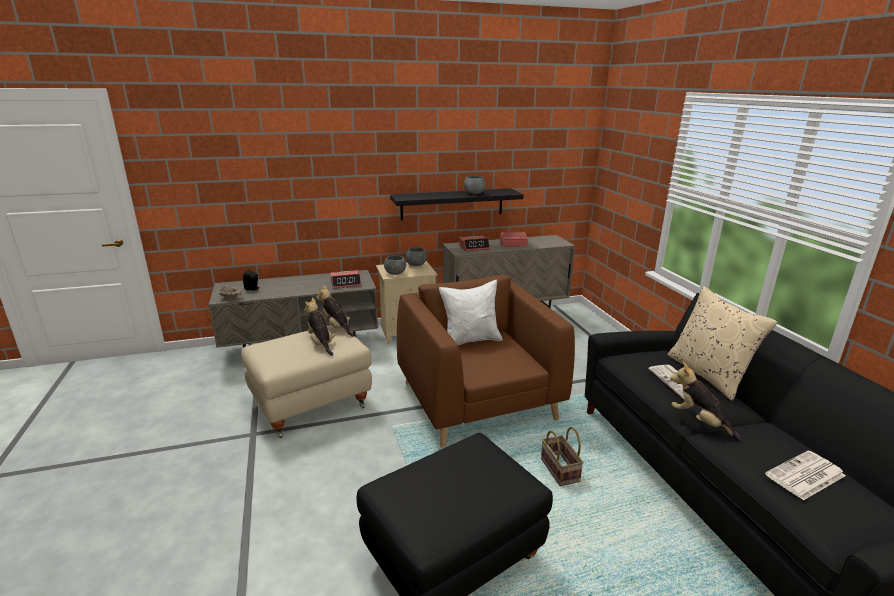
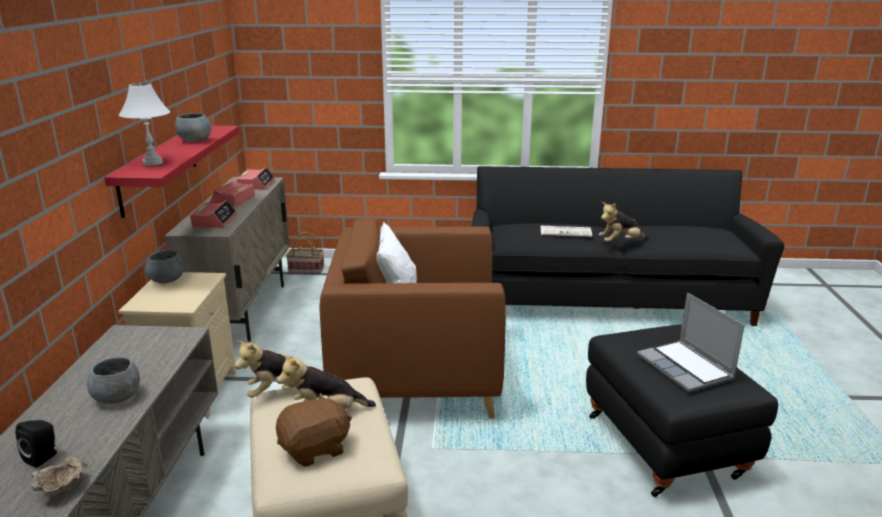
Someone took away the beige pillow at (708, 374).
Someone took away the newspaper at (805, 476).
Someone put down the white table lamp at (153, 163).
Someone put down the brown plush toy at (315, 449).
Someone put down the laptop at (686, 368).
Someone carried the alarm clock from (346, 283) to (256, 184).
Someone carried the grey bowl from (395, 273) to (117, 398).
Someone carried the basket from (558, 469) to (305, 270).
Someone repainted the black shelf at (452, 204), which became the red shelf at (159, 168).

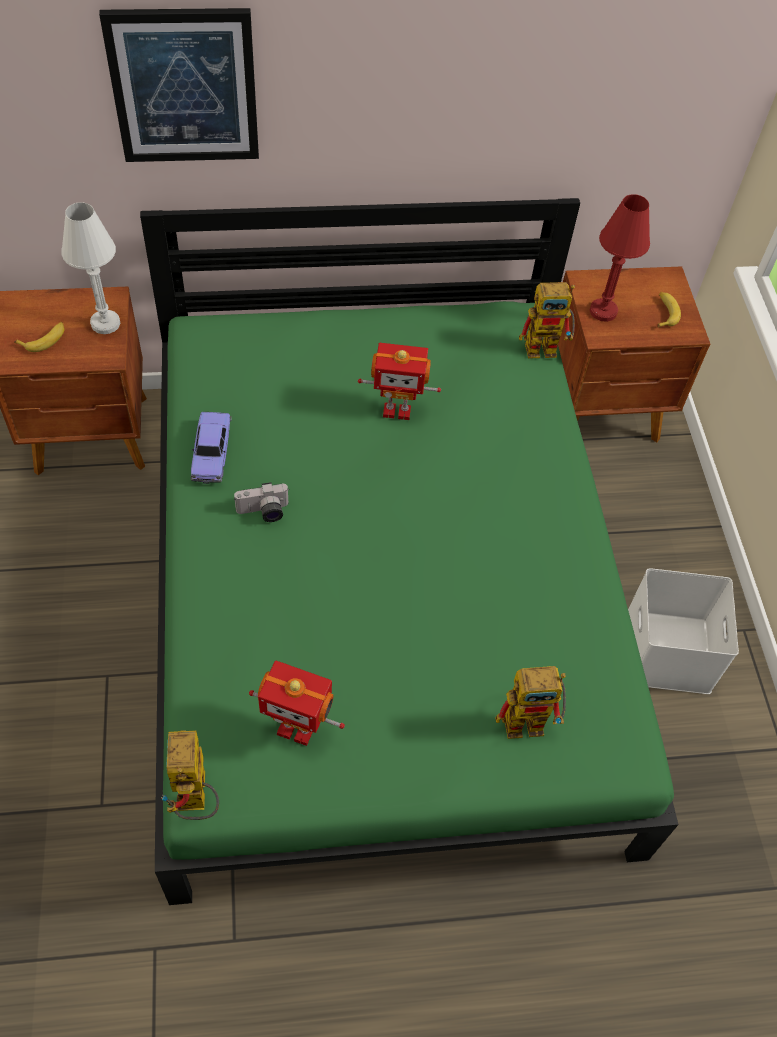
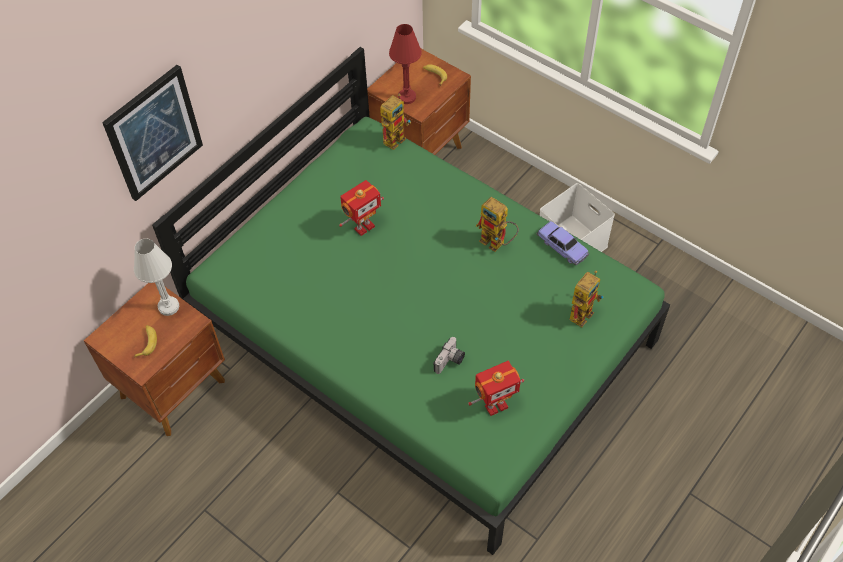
Someone carried the toy robot from (196, 801) to (497, 243).
Someone carried the toy car from (211, 453) to (562, 247).
Someone carried the photo camera from (263, 512) to (450, 362).

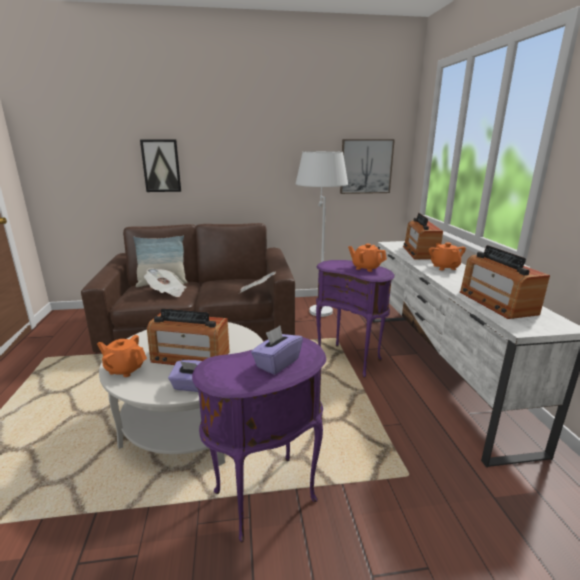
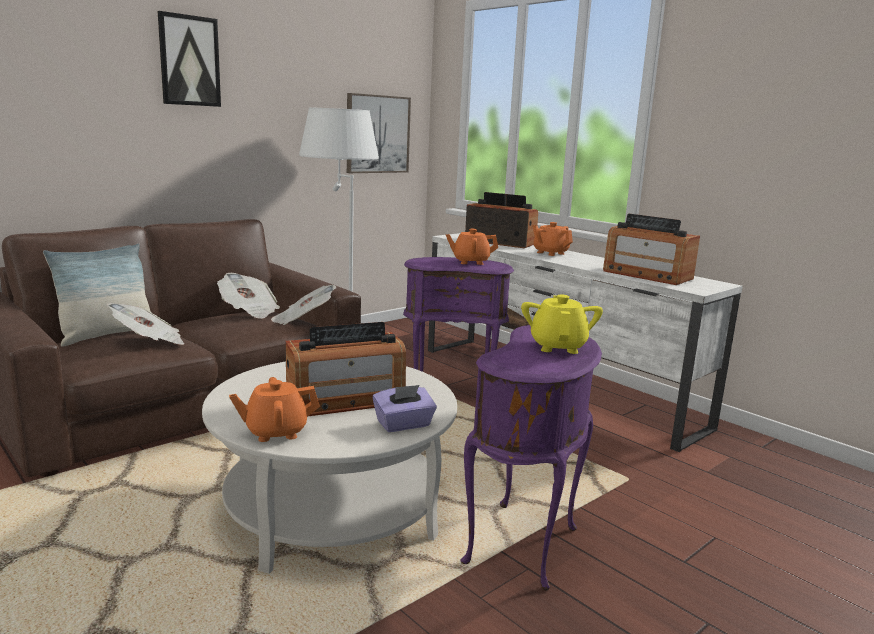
Someone put down the newspaper at (249, 311).
Someone carried the picture from (161, 166) to (189, 61).
Someone swapped the purple tissue box at (277, 363) for the yellow teapot at (558, 346).
Someone rotated the radio at (420, 252) by 150 degrees clockwise.

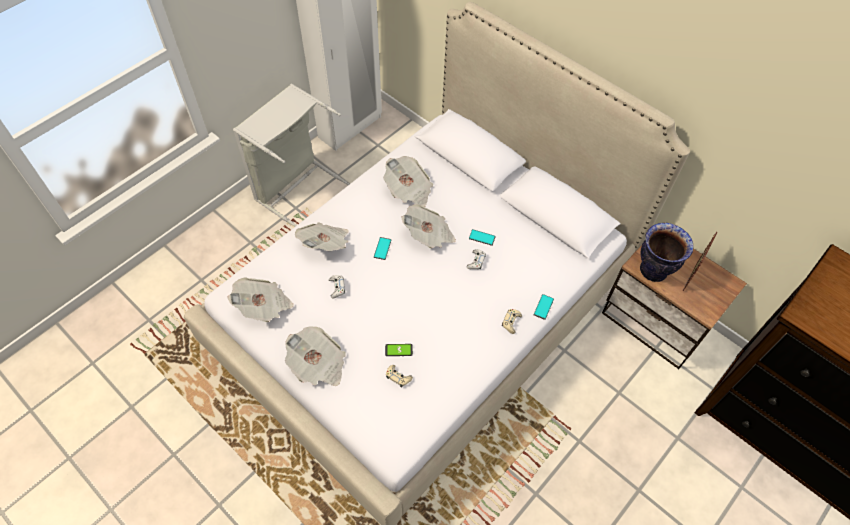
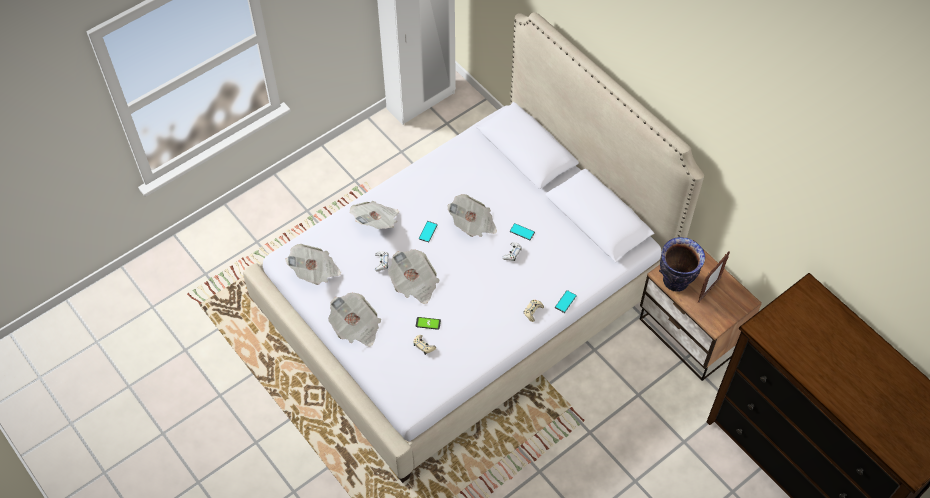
Someone took away the grey laundry basket at (295, 187).
Someone carried the newspaper from (409, 190) to (414, 284).

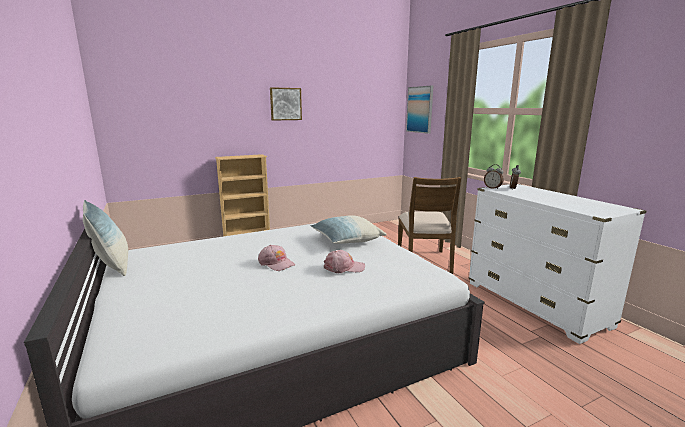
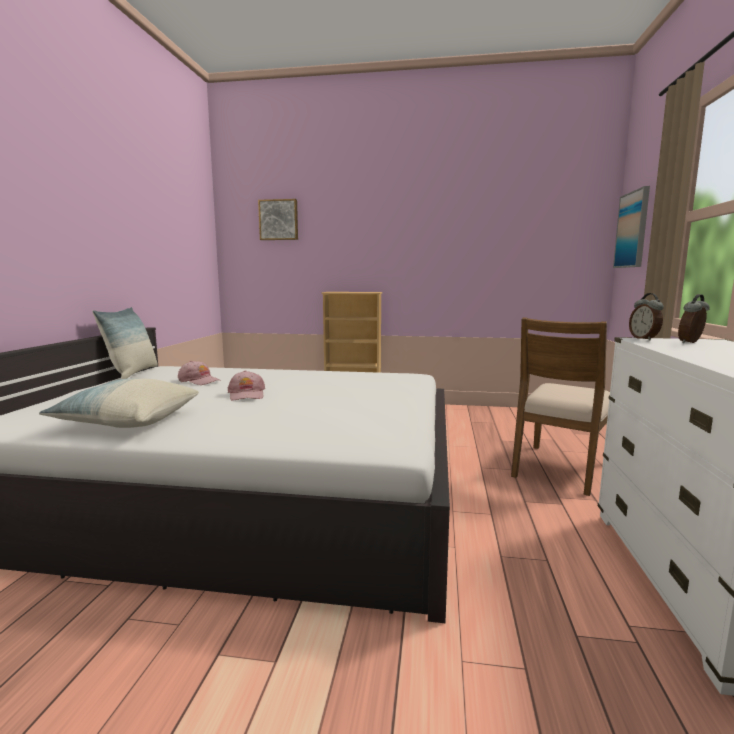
Someone carried the picture from (285, 104) to (279, 220).
Someone carried the pillow from (346, 240) to (127, 422).
Someone carried the pink cap from (344, 267) to (199, 381).

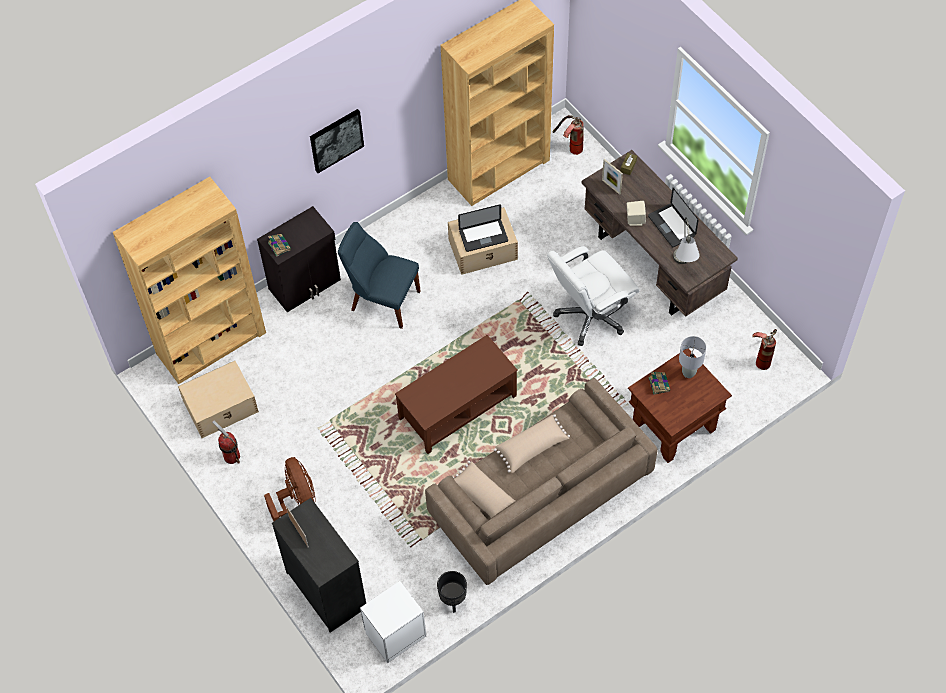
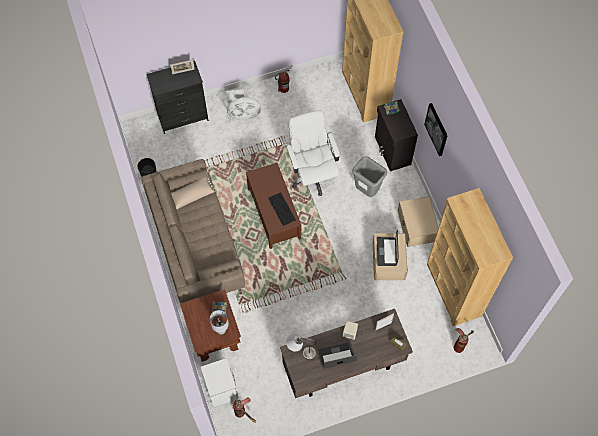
Someone took away the beige pillow at (532, 448).
Someone put down the keyboard at (281, 208).
Someone carried the beige storage box from (221, 407) to (416, 226).
Someone carried the white nightstand from (394, 634) to (221, 388).
Someone carried the white office chair from (590, 316) to (312, 174).
Someone swapped the blue chair at (382, 300) for the grey trash can at (367, 191).
Someone repainted the brown fan at (296, 501), which became the white fan at (243, 114).

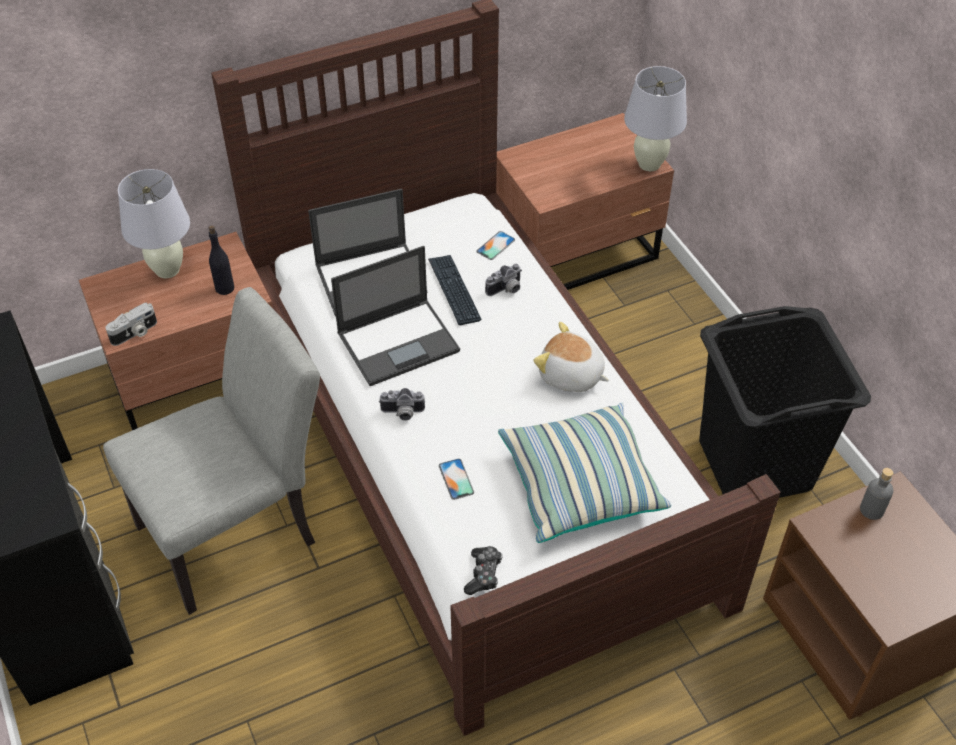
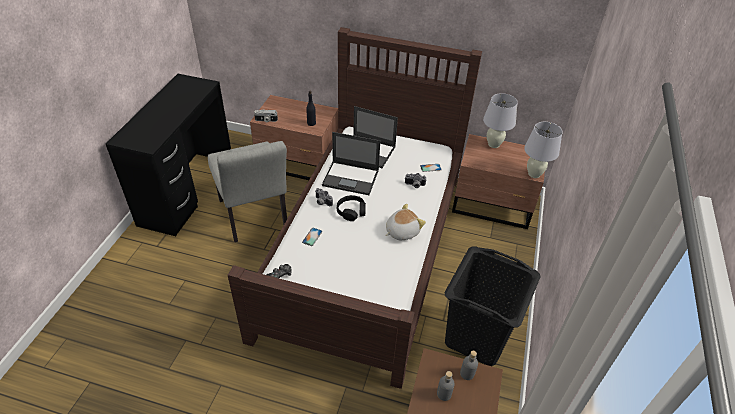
Someone took away the keyboard at (454, 290).
Someone took away the pillow at (579, 484).
Someone put down the black headphones at (351, 211).
Someone put down the grey bottle at (444, 394).
Someone carried the white table lamp from (168, 270) to (494, 144).
Someone rotated the grey chair at (239, 528) by 60 degrees clockwise.
Someone rotated the plush toy at (571, 376) by 75 degrees clockwise.

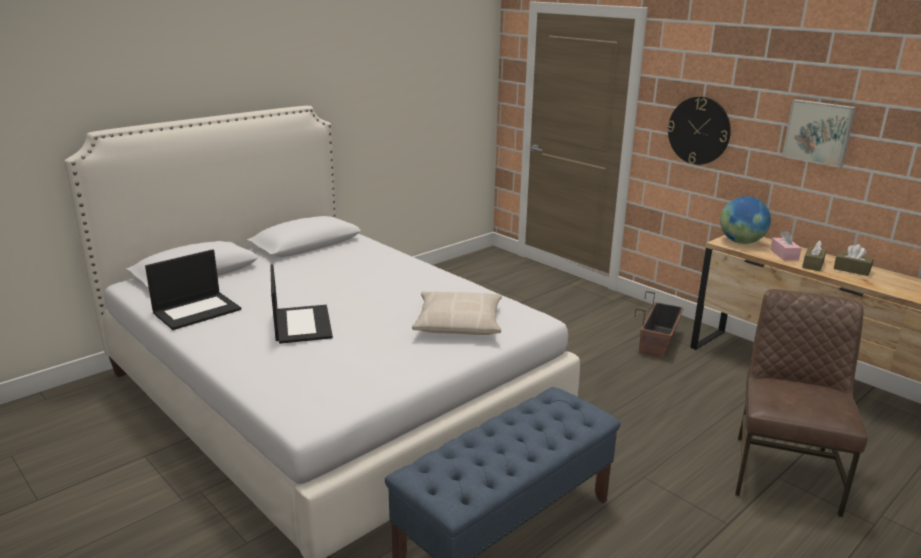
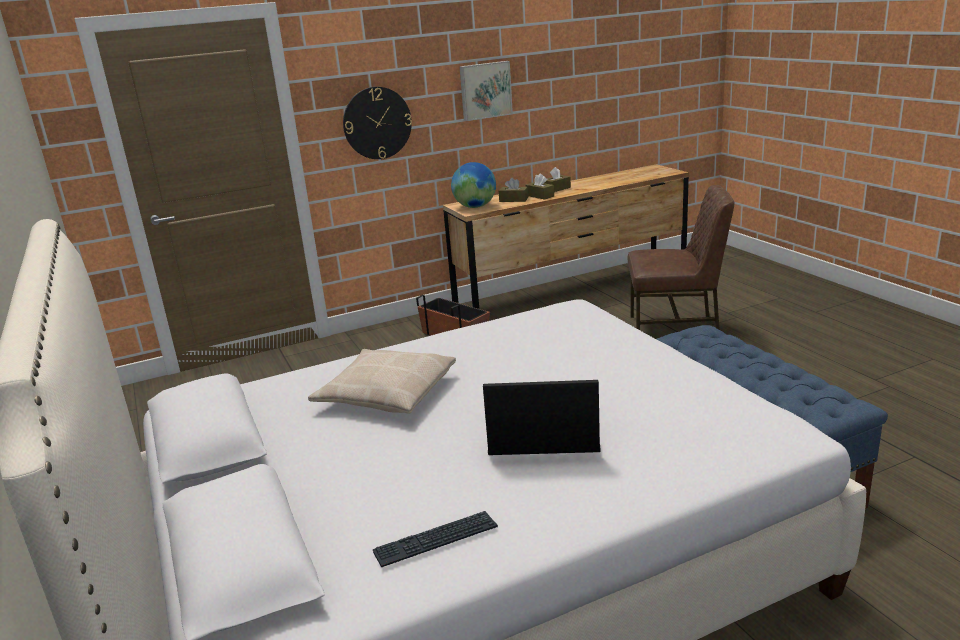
Someone carried the beige pillow from (459, 323) to (386, 393).
Someone swapped the laptop at (197, 310) for the keyboard at (436, 540).
Someone repainted the pink tissue box at (784, 255), which became the brown tissue box at (513, 200).
Someone rotated the brown chair at (784, 472) by 150 degrees clockwise.

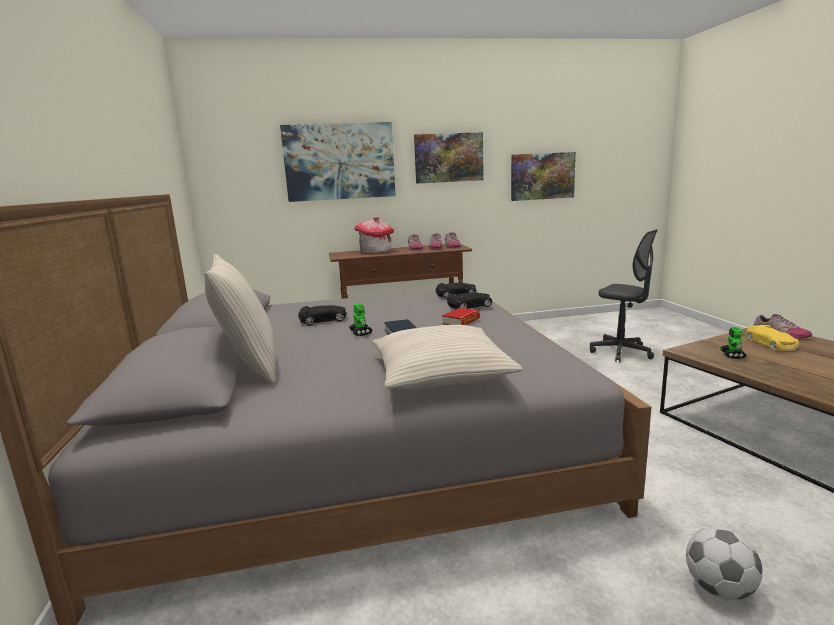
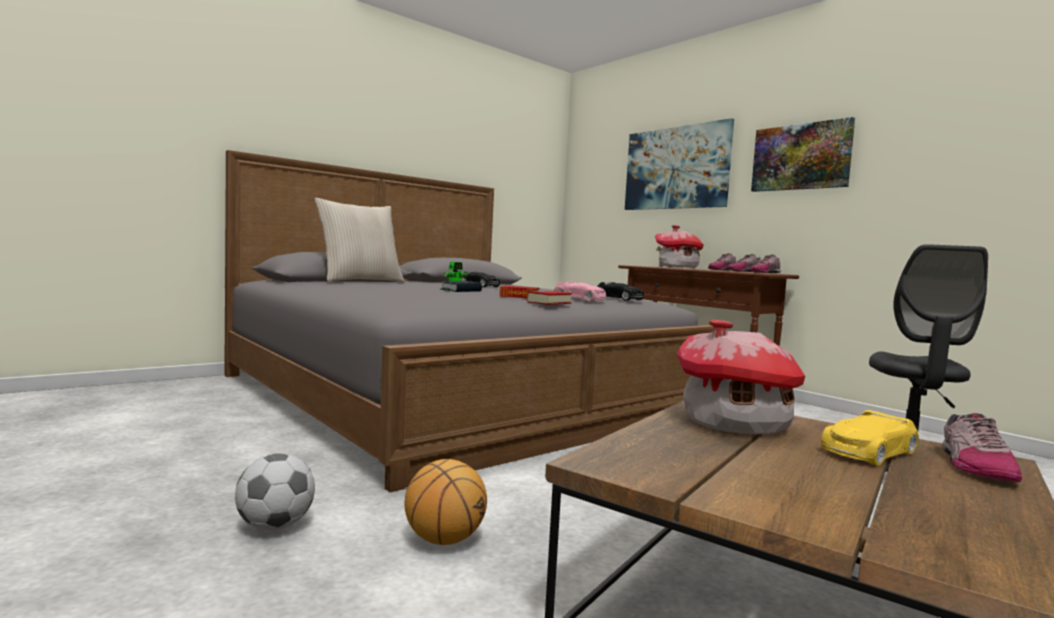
Someone took away the beige pillow at (440, 373).
Someone took away the picture at (542, 176).
Someone put down the basketball at (444, 540).
Someone put down the book at (549, 303).
Someone swapped the toy robot at (732, 355) for the toy house at (735, 424).
Someone repainted the black toy car at (470, 306), which became the pink toy car at (580, 299).

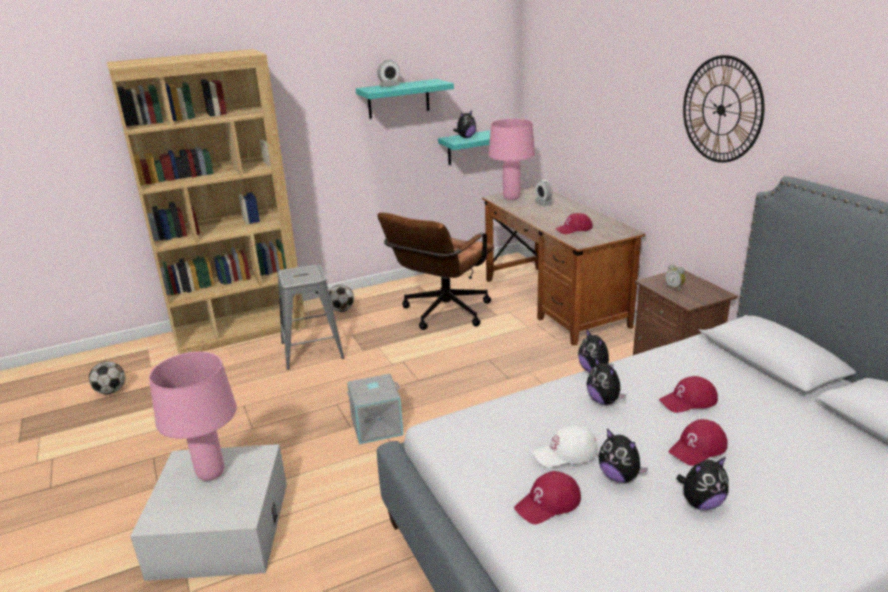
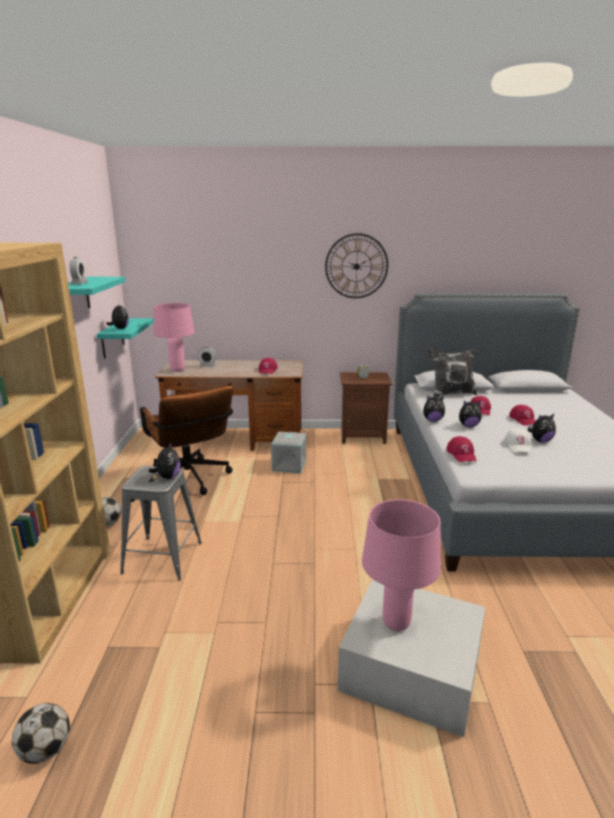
Someone put down the pillow at (451, 394).
Someone carried the grey storage box from (377, 426) to (288, 465).
Someone carried the red cap from (548, 503) to (462, 454).
Someone carried the plush toy from (701, 503) to (168, 477).

